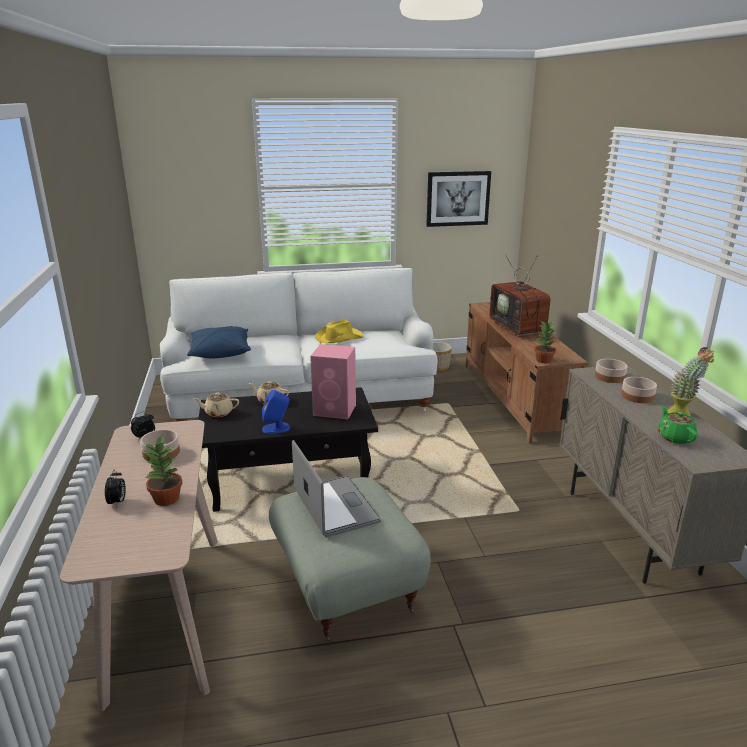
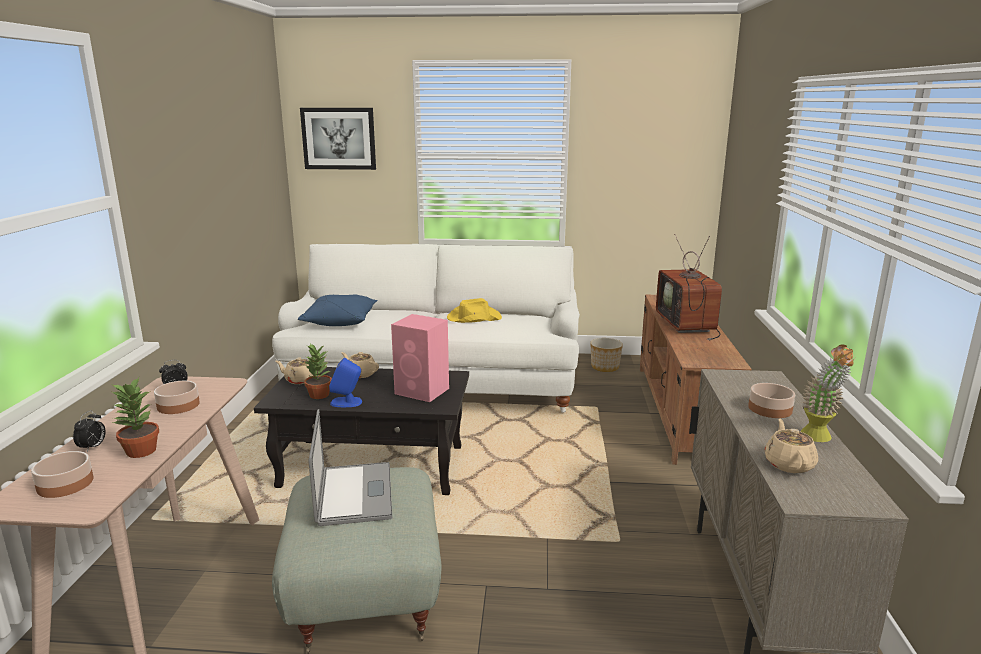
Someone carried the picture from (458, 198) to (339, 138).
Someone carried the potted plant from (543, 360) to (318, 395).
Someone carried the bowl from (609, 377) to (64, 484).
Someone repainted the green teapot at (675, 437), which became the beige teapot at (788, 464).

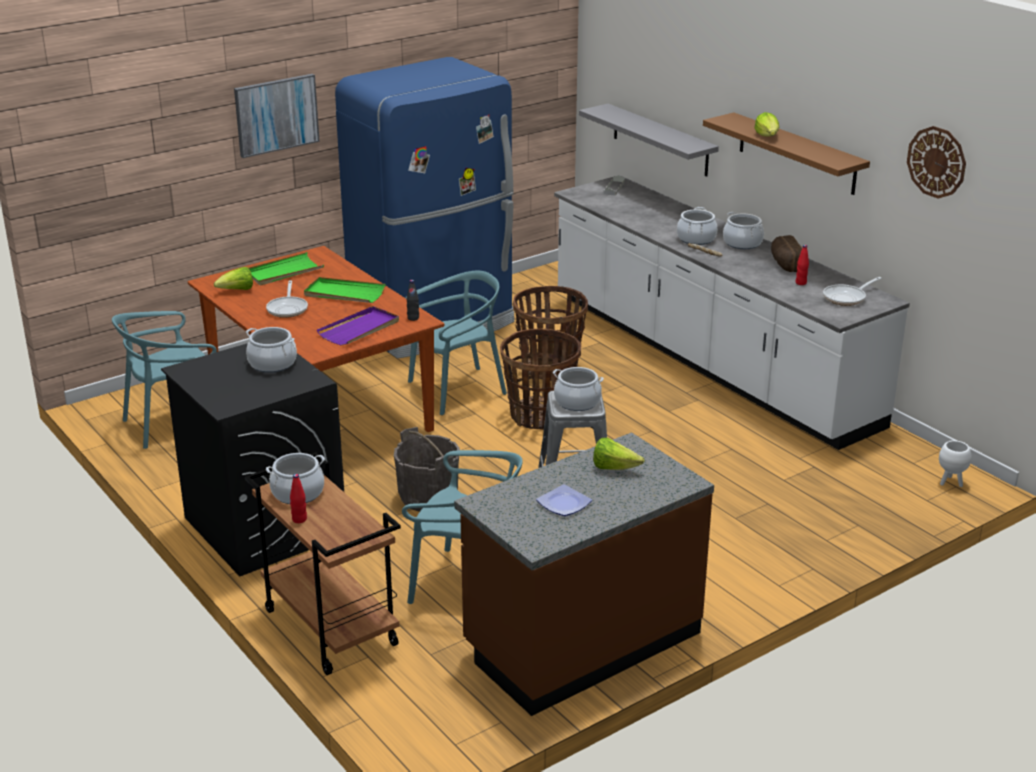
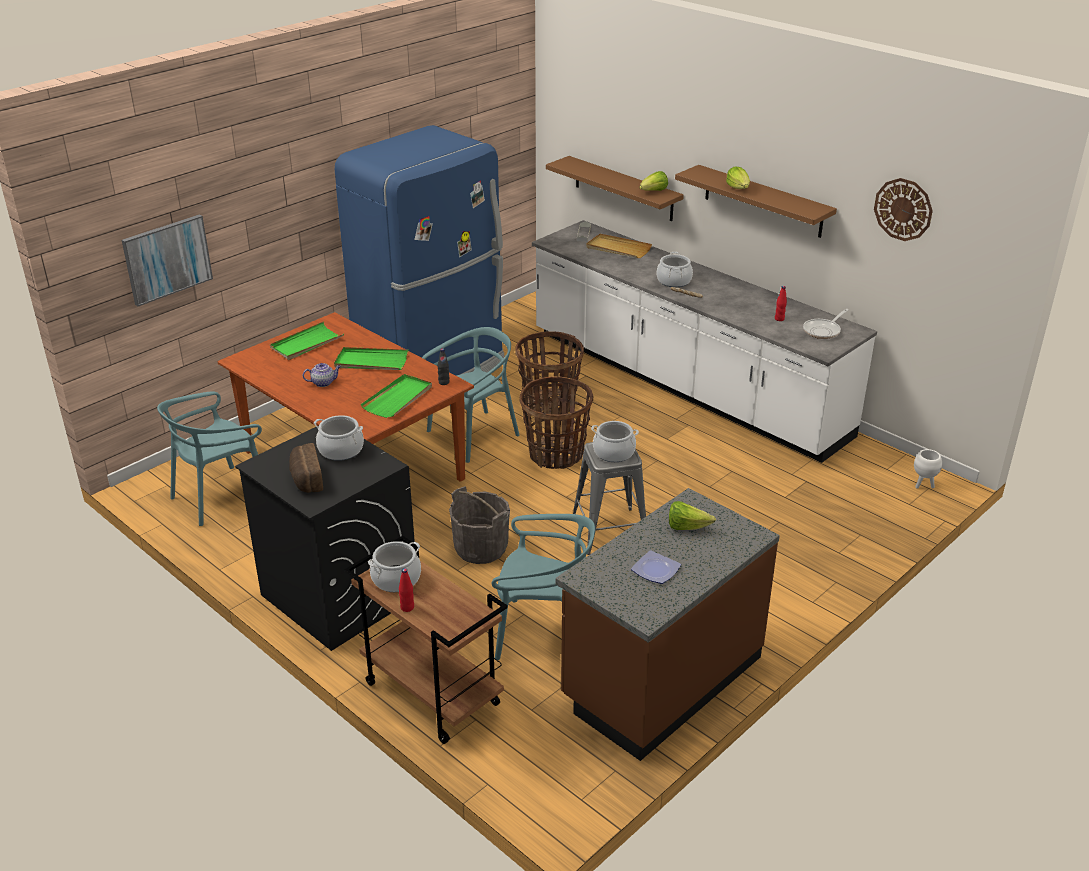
Someone took away the cooking pot at (742, 243).
Someone put down the beige tray at (618, 249).
Someone carried the lettuce from (237, 290) to (653, 192).
Someone carried the picture from (276, 114) to (167, 259).
Someone carried the bread from (785, 264) to (305, 479).
Someone swapped the frying pan at (288, 308) for the teapot at (323, 383).
Someone repainted the purple tray at (359, 329), which became the green tray at (398, 398).
Someone repainted the grey shelf at (660, 140), which became the brown shelf at (623, 188).

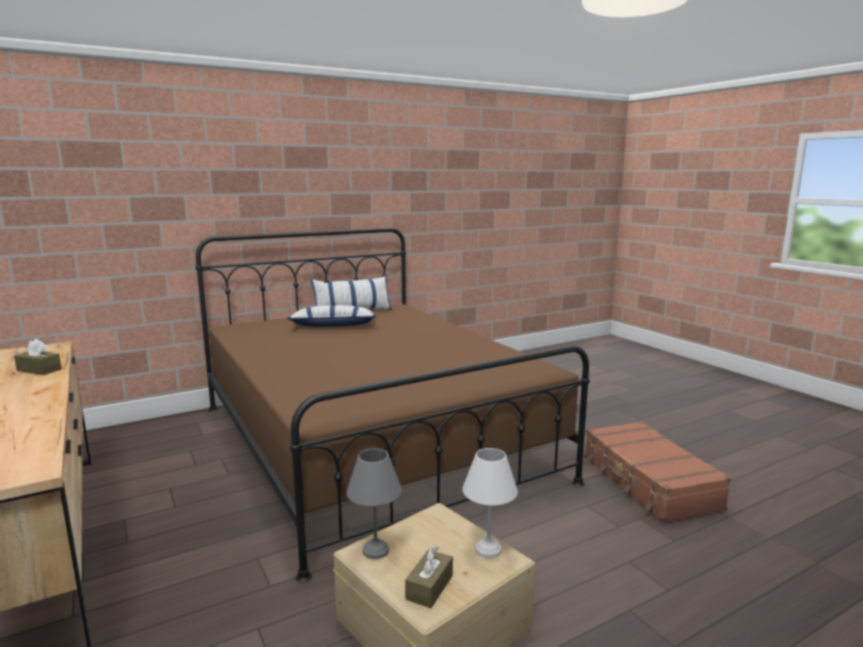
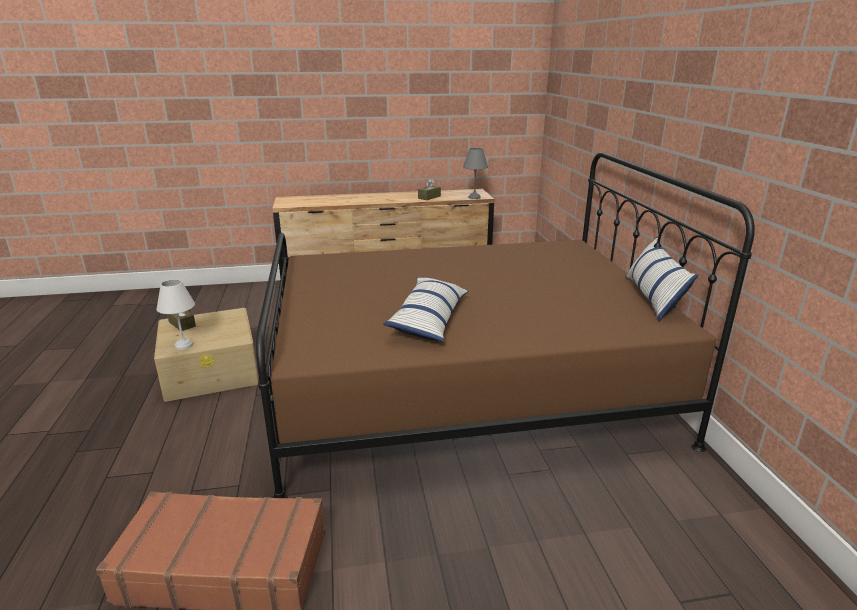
Someone carried the pillow from (333, 326) to (429, 319).
Someone carried the grey table lamp from (376, 551) to (473, 197).

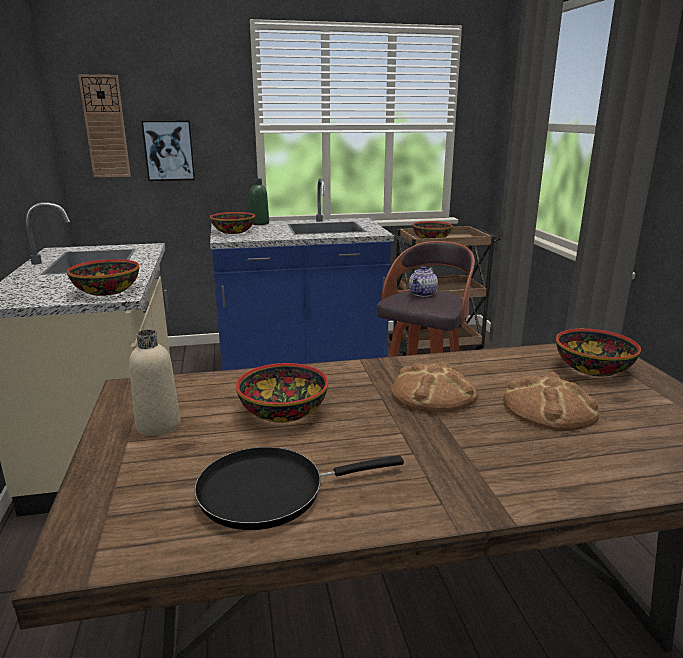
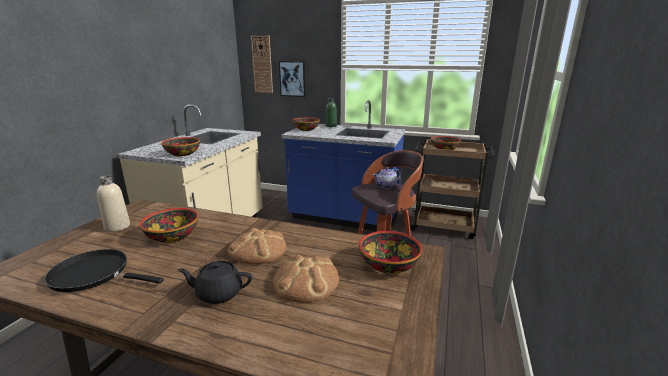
Someone put down the black teapot at (218, 293).

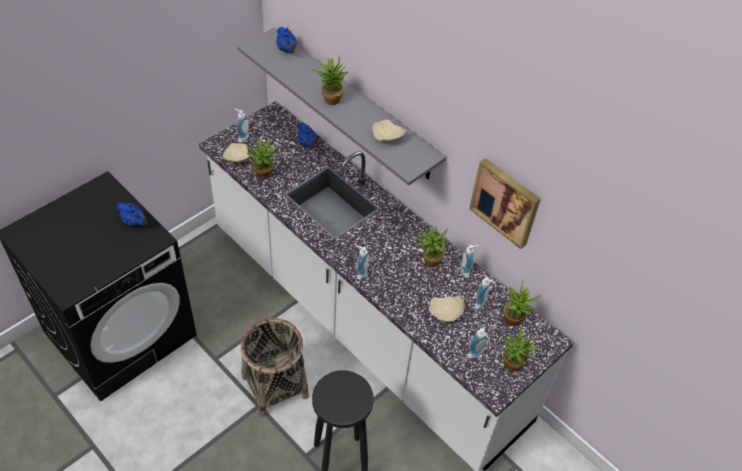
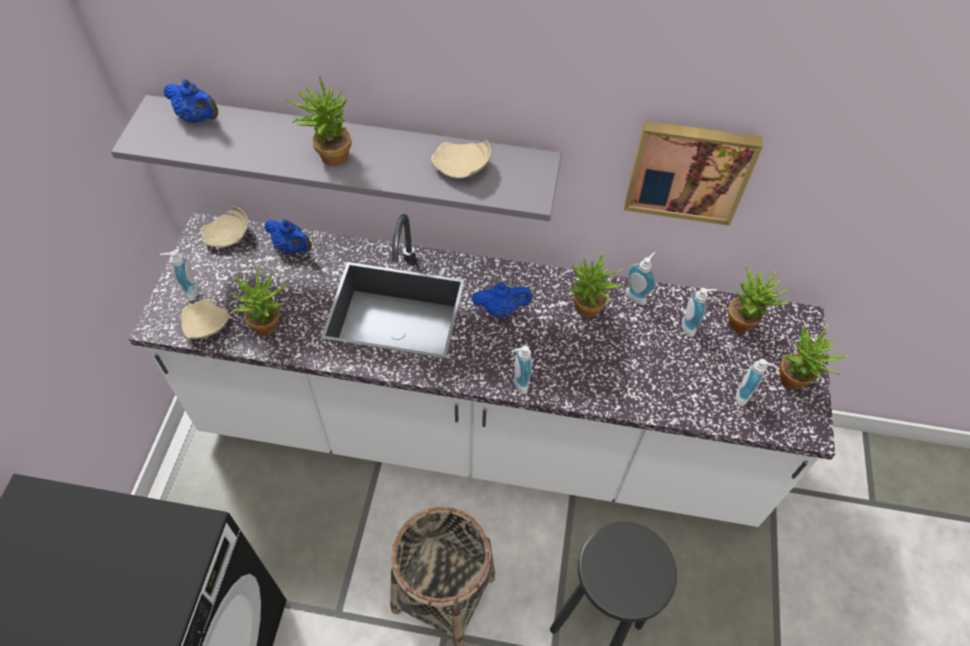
Someone carried the blue teapot from (134, 222) to (501, 309).
Someone carried the beige plate from (446, 312) to (228, 236).

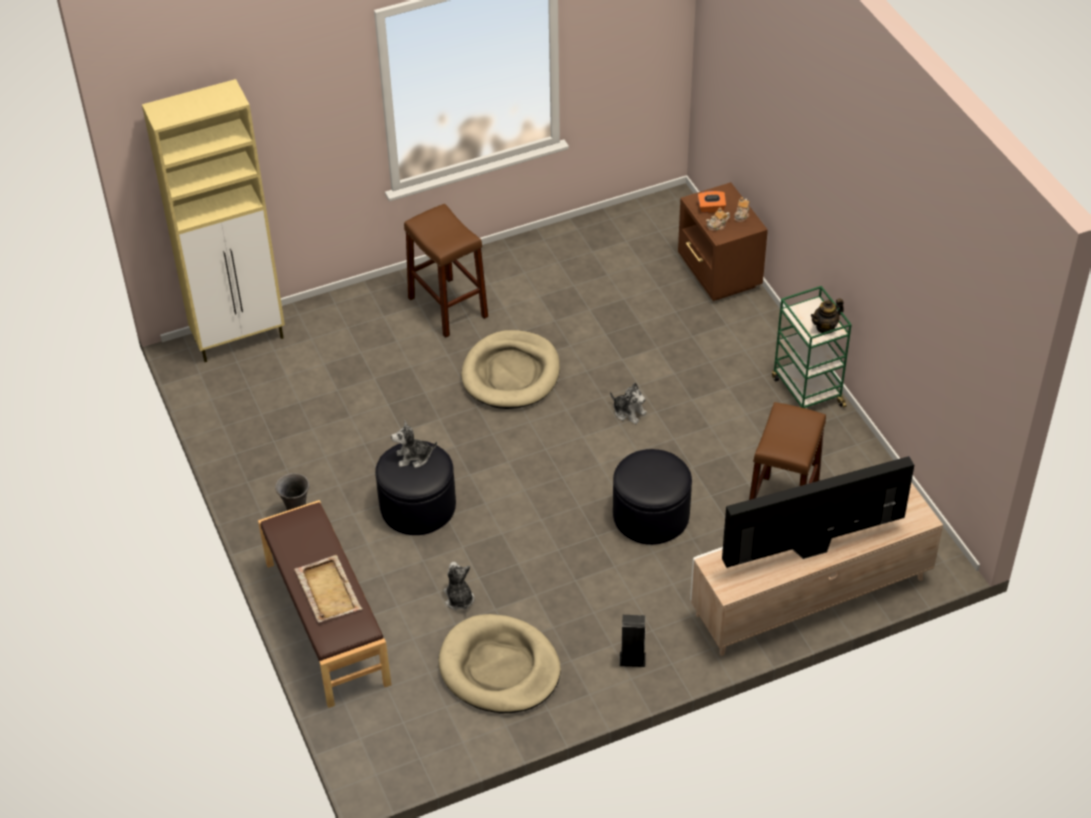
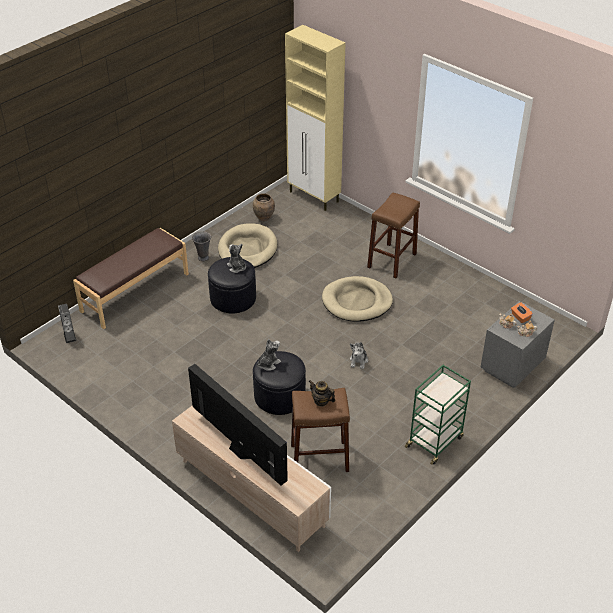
Someone took away the beige tray at (328, 590).
Someone put down the brown vase at (264, 218).
Someone carried the beige dog bed from (499, 668) to (247, 249).
Someone carried the plush toy from (459, 599) to (268, 363).
Someone carried the speaker from (632, 659) to (70, 337).
Someone carried the teapot from (825, 327) to (321, 401).
Someone repainted the brown nightstand at (718, 275), which became the grey nightstand at (511, 367).

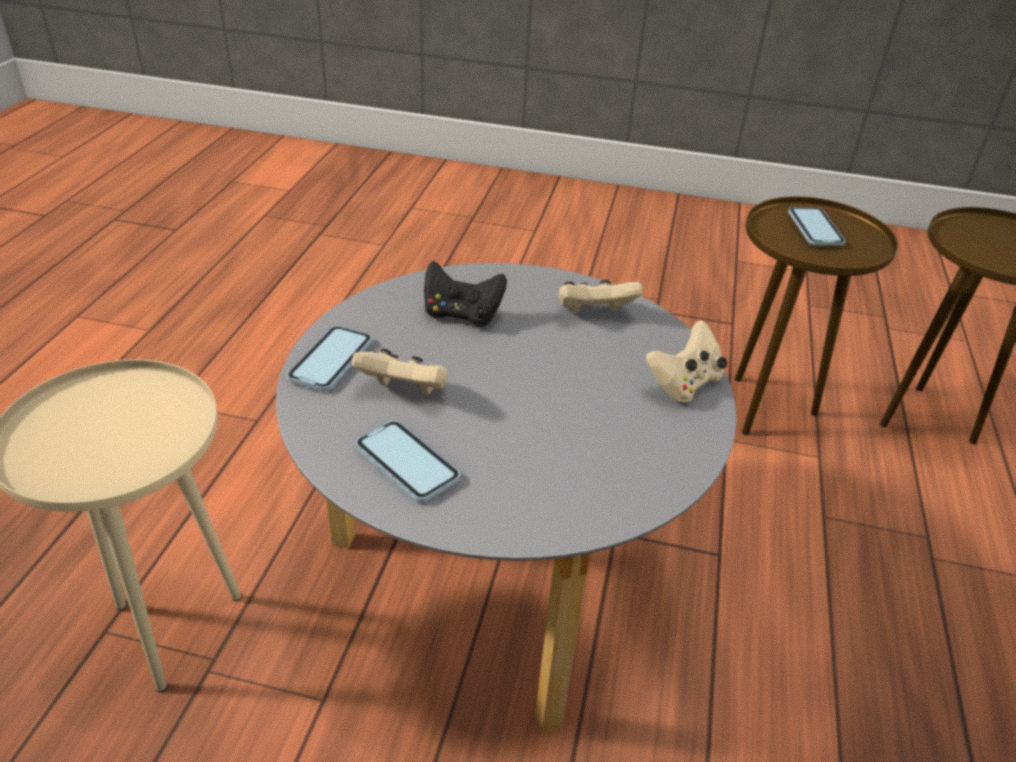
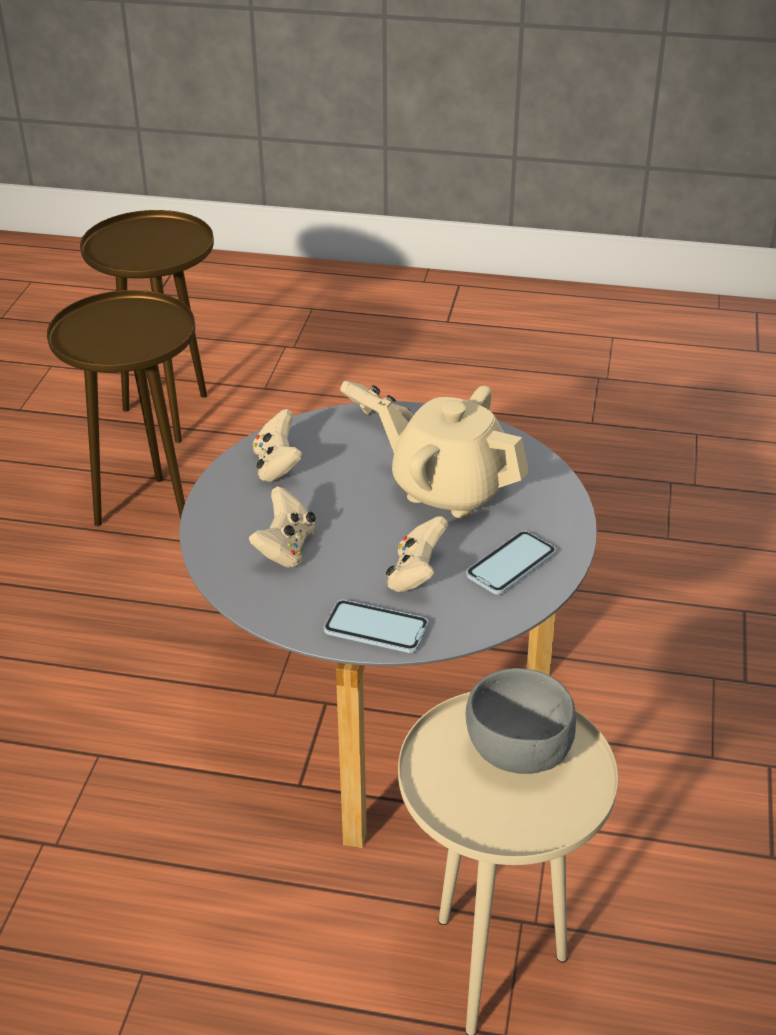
Someone took away the phone at (815, 228).
Someone put down the beige teapot at (450, 490).
Someone put down the grey bowl at (519, 755).
Someone repainted the black game controller at (462, 314), which became the beige game controller at (285, 548).

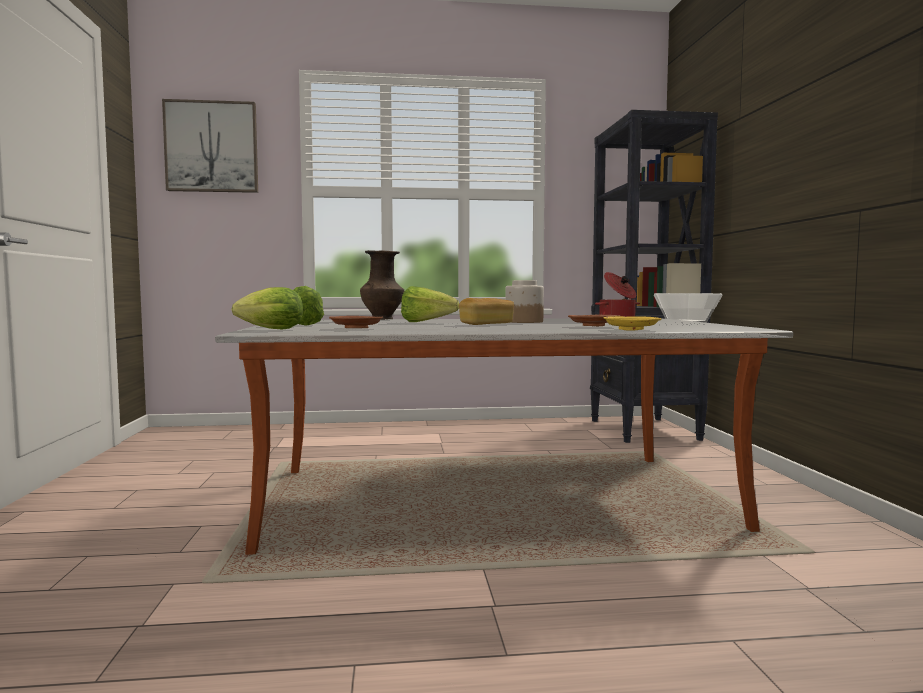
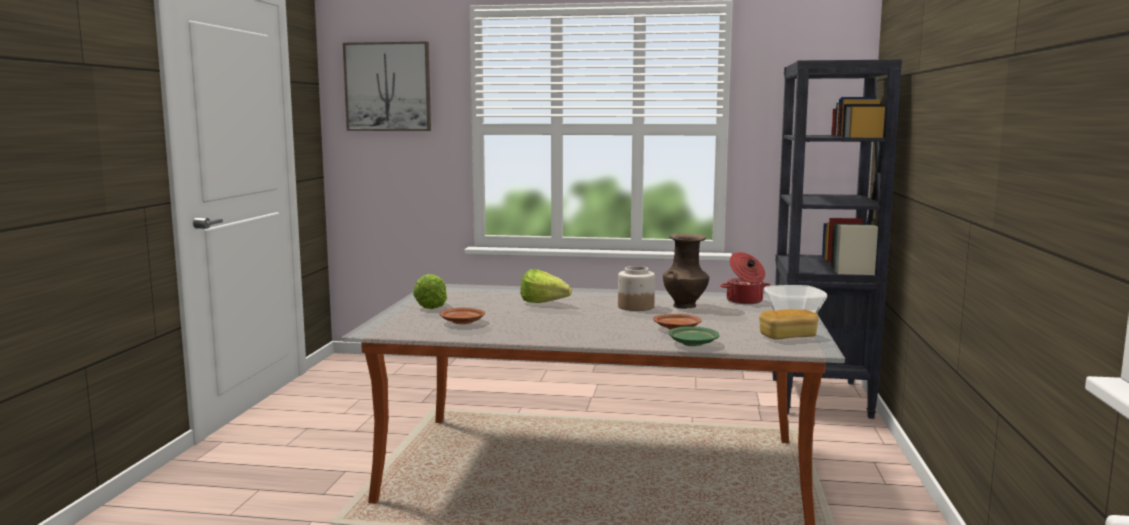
Someone took away the lettuce at (268, 329).
Someone carried the brown vase from (382, 319) to (685, 306).
Someone carried the bread from (486, 324) to (787, 337).
Someone repainted the yellow plate at (630, 329), which became the green plate at (692, 343).

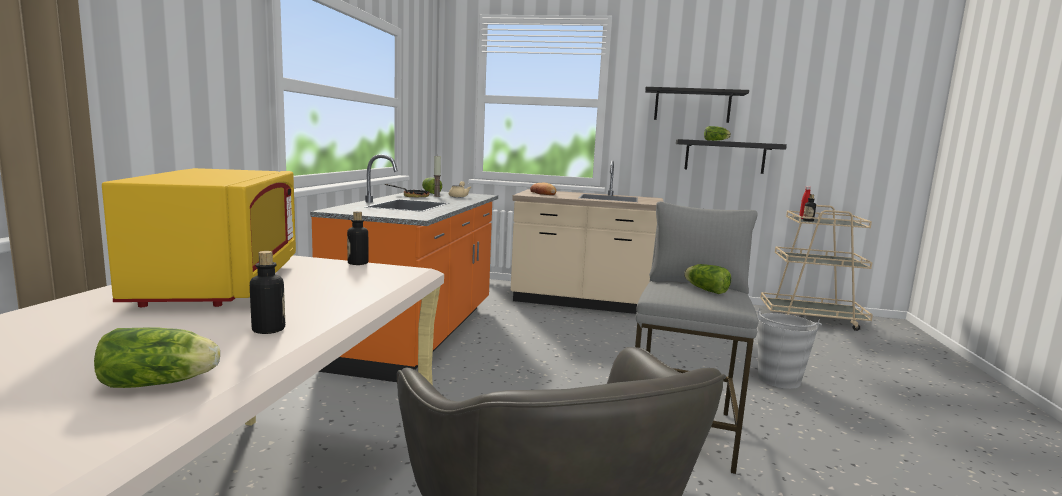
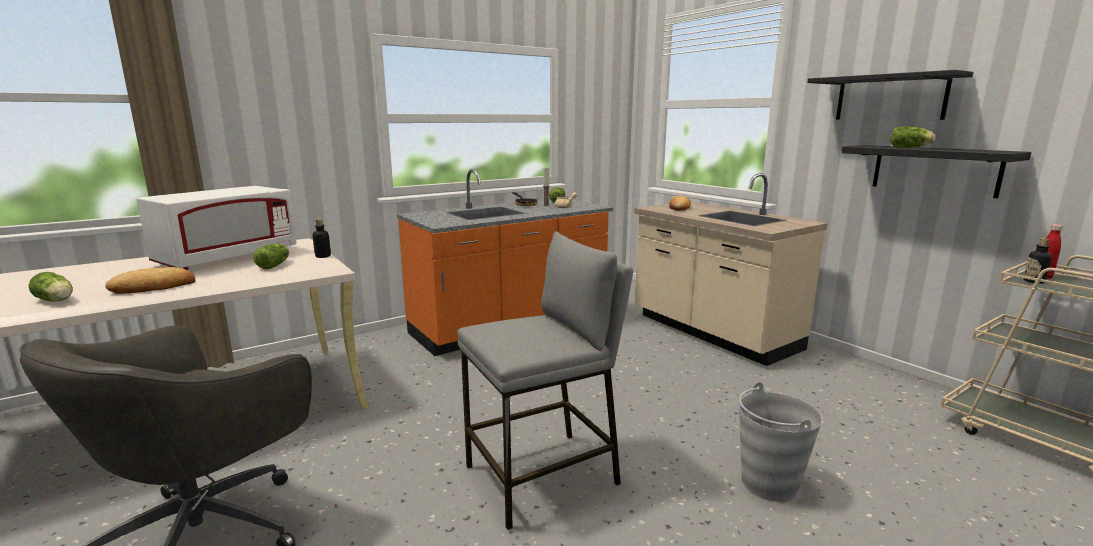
Someone carried the lettuce from (704, 289) to (275, 265).
Someone swapped the bottle at (268, 329) for the bread at (154, 287).
Someone repainted the yellow microwave at (221, 284), which became the white microwave at (228, 258).

